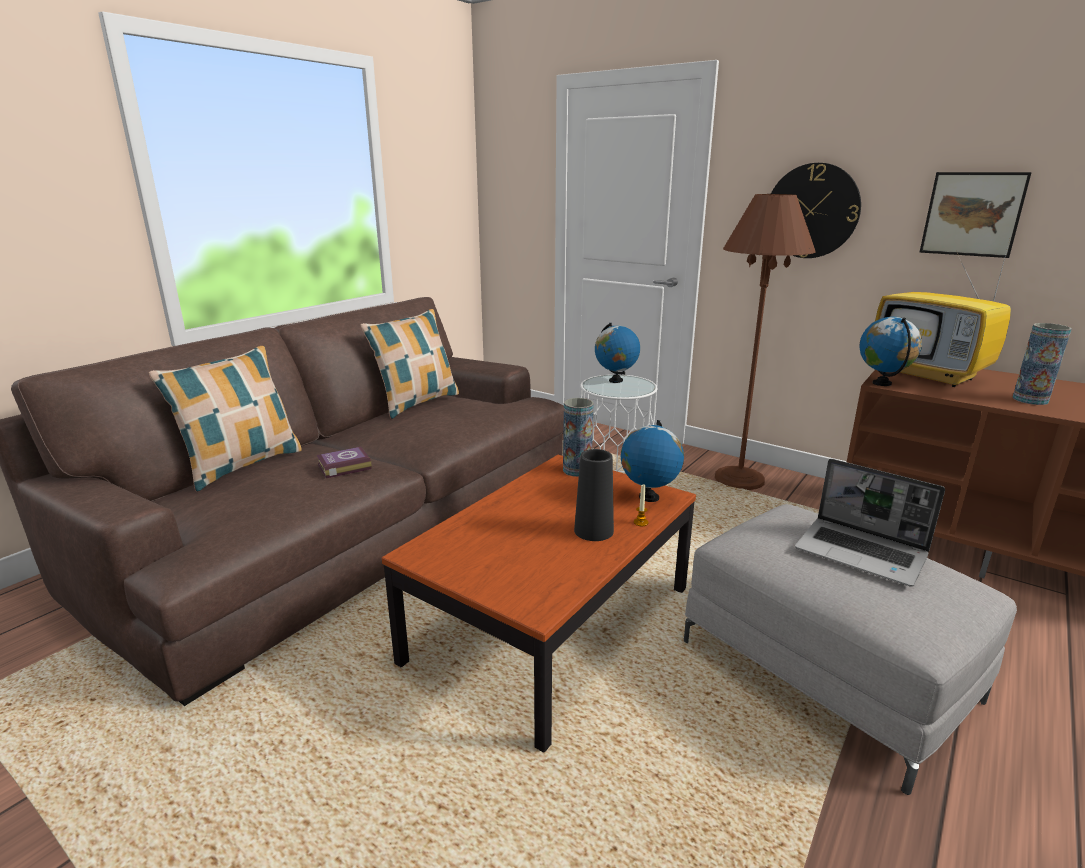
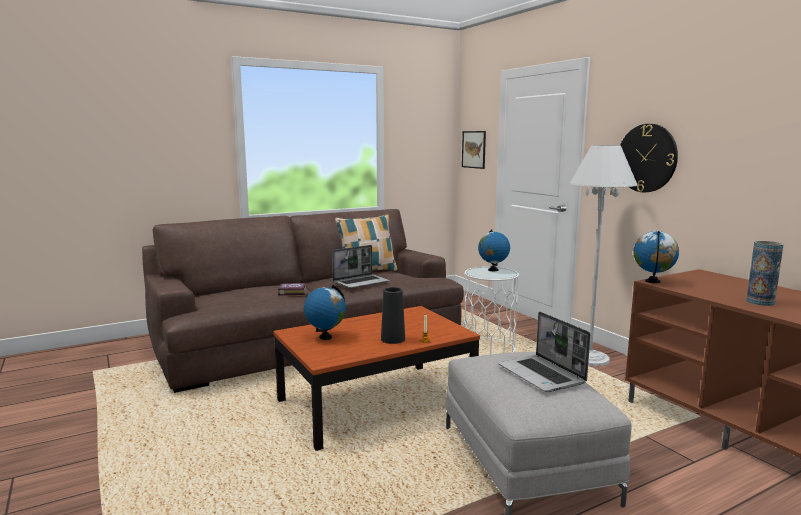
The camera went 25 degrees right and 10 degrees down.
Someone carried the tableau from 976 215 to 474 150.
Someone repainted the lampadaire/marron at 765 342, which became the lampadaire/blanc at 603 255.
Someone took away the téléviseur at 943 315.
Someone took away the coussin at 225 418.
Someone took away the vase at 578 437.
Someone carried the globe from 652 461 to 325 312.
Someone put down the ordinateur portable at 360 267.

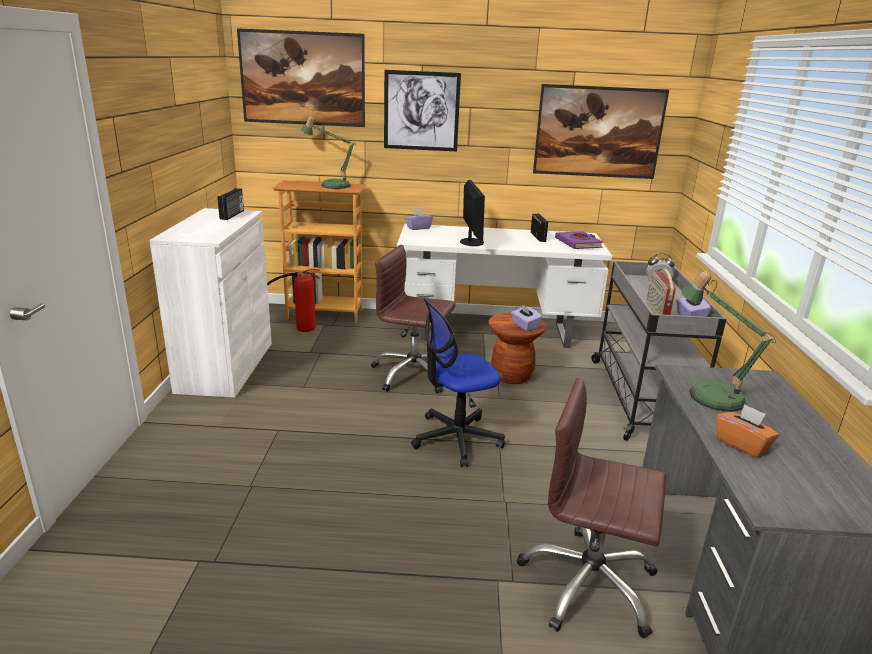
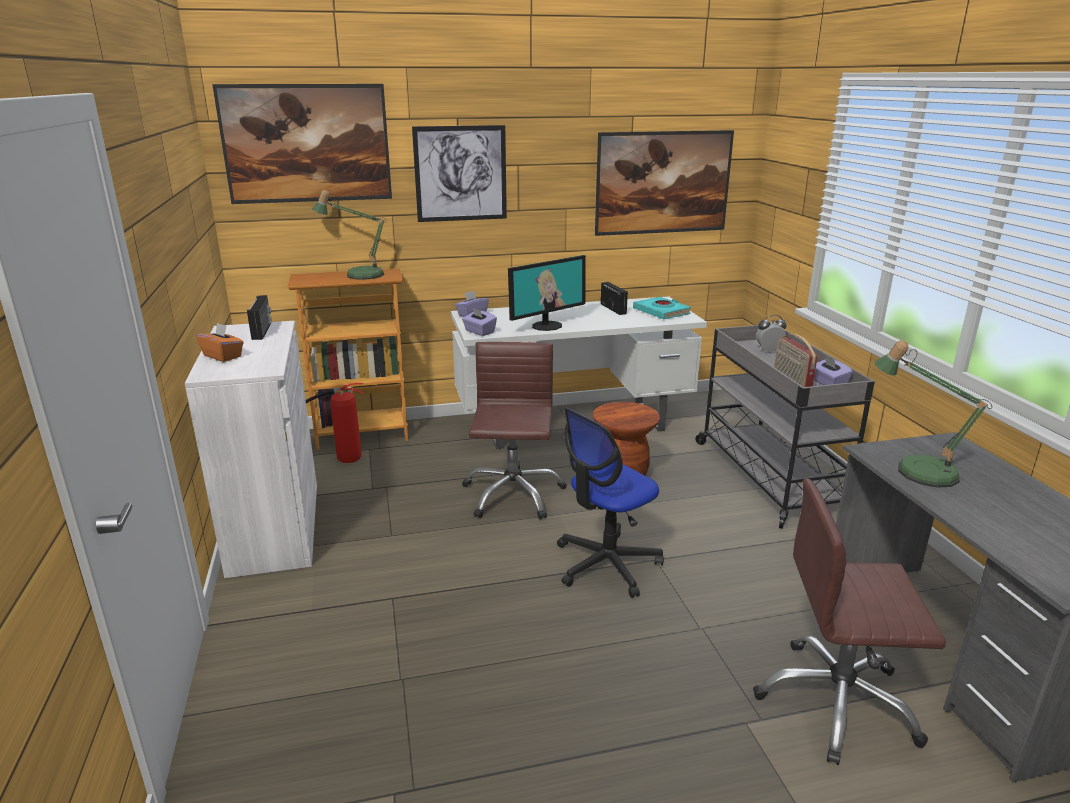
The camera went 15 degrees left and 0 degrees up.
Someone rotated the écran d'ordinateur at 472 213 by 75 degrees clockwise.
Someone repainted the livre/violet at 579 240, which became the livre/turquoise at 662 308.
Someone rotated the chaise de bureau/marron at 413 319 by 90 degrees clockwise.
Someone carried the boîte à mouchoirs/violet from 526 318 to 479 321.
Someone carried the boîte à mouchoirs/orange from 748 431 to 220 342.

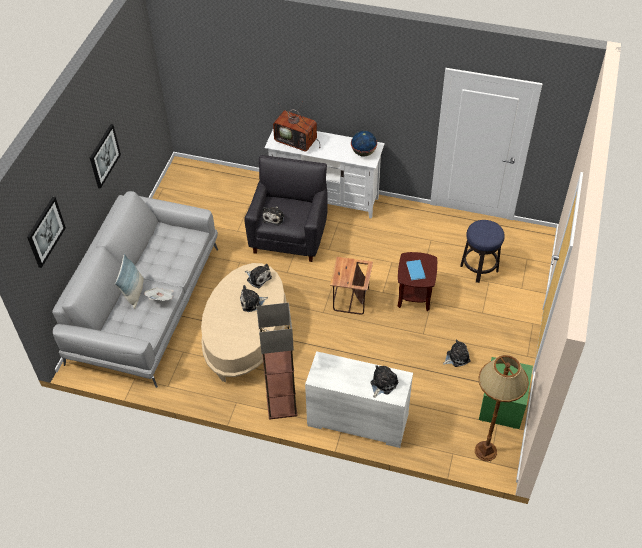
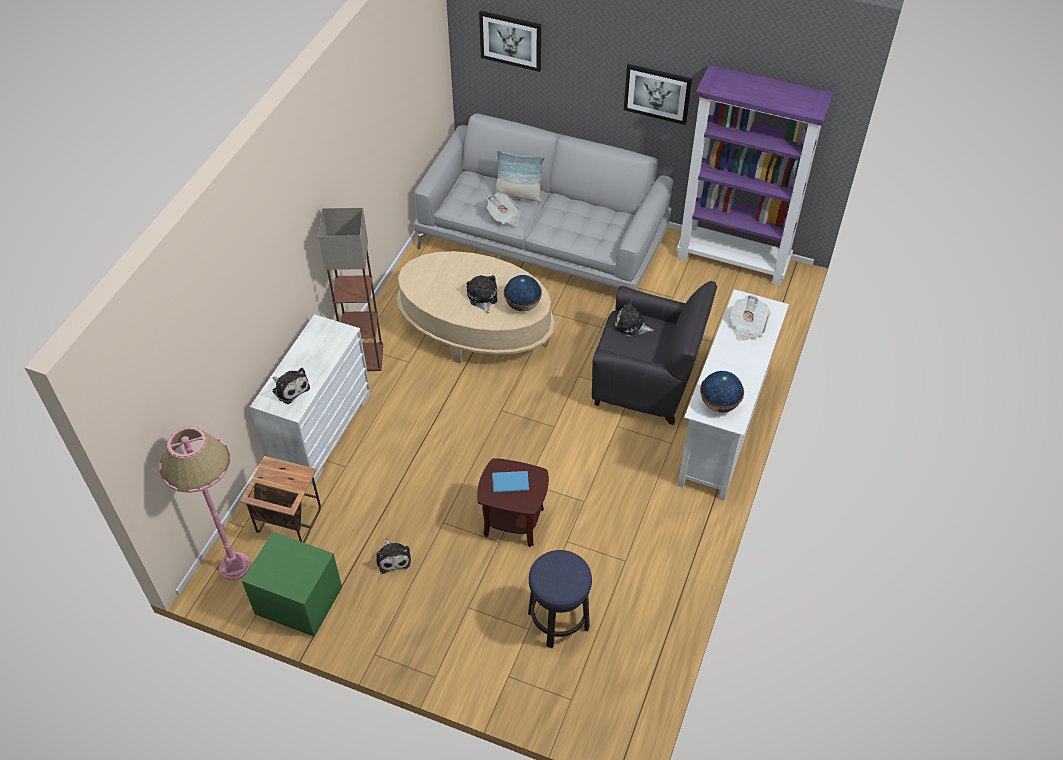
The camera went 95 degrees right and 0 degrees up.
Someone swapped the téléviseur at 297 126 for the journal at 750 318.
Someone carried the table d'appoint from 351 286 to 280 499.
Someone swapped the peluche at 258 276 for the globe at 523 293.
Someone repainted the lampadaire/marron at 502 408, which became the lampadaire/rose at 204 503.
Someone put down the bibliothèque/violet at 754 175.

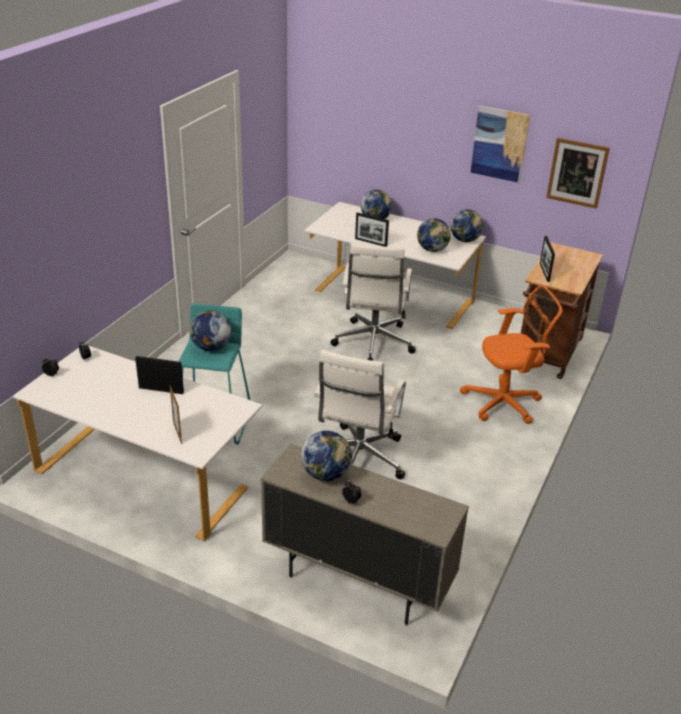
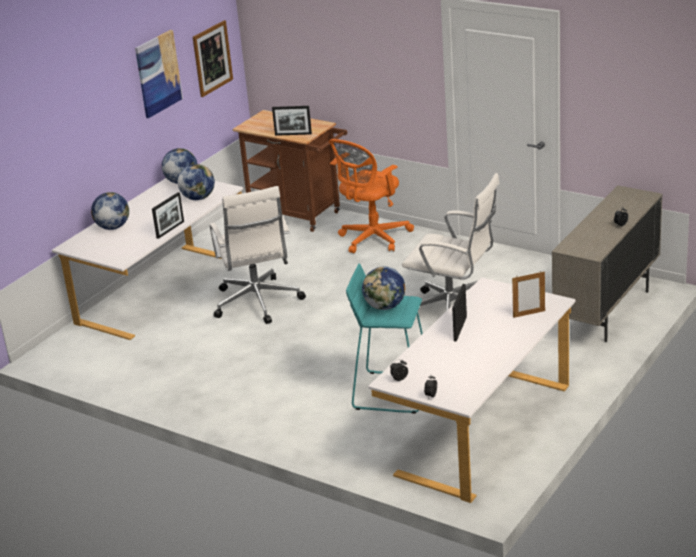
The camera went 80 degrees left and 5 degrees down.
Someone rotated the chaise de bureau/blanc at 372 302 by 60 degrees clockwise.
Someone rotated the chaise de bureau/orange at 511 354 by 135 degrees counterclockwise.
Someone took away the globe at 326 456.

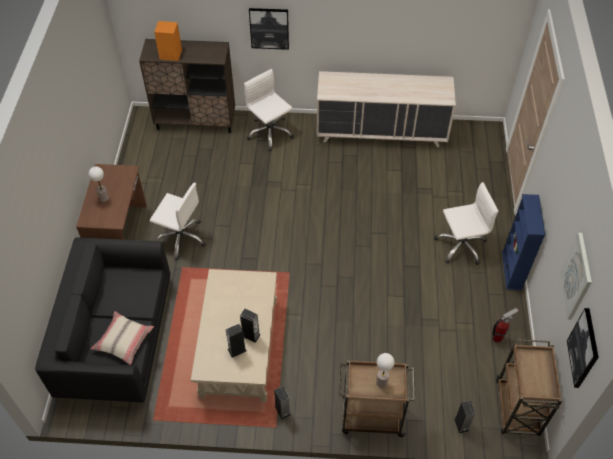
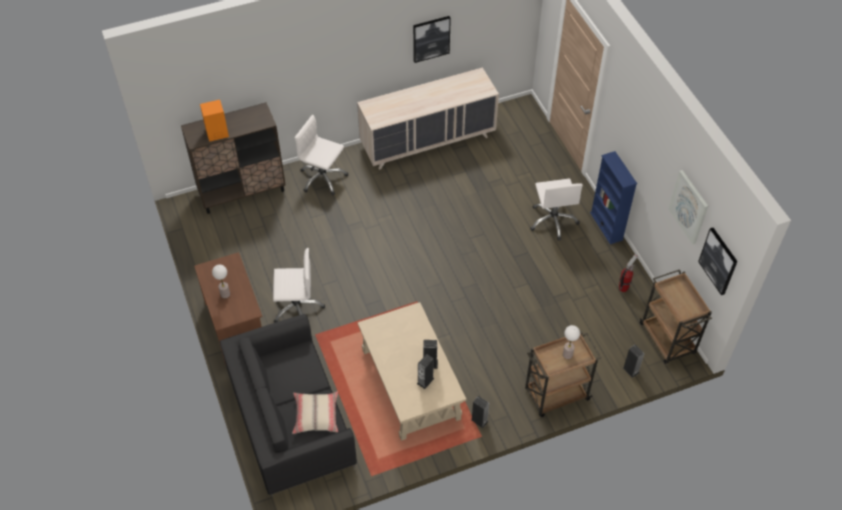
The camera went 25 degrees left and 0 degrees up.
Someone carried the tableau from 269 29 to 432 39.
Someone rotated the chaise de bureau/blanc at 466 223 by 120 degrees clockwise.

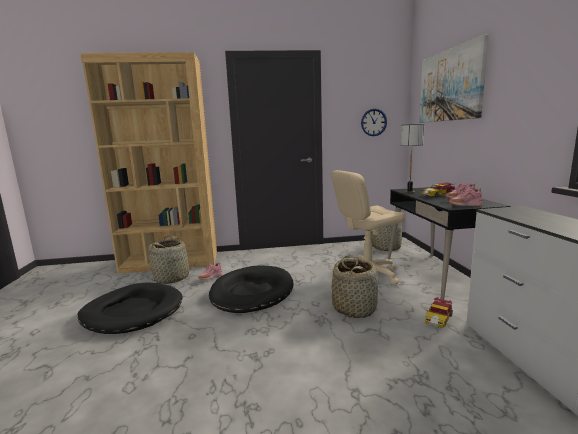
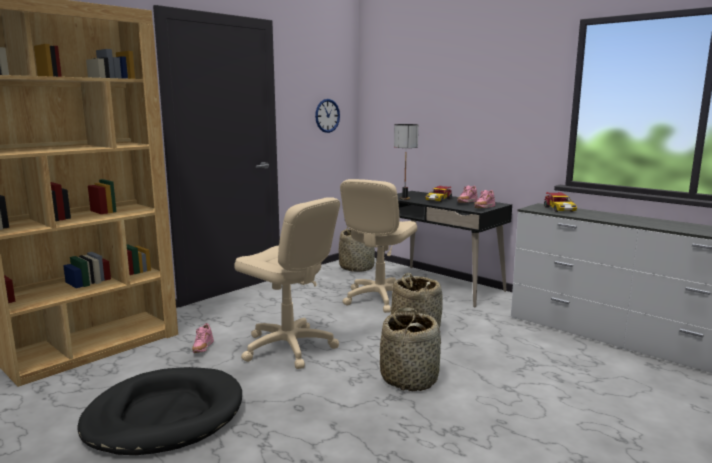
The camera went 40 degrees left and 0 degrees up.
Someone took away the tableau at 454 78.
Someone carried the panier from 170 259 to 410 349.
Someone swapped the panier pour chien/noir at 251 289 for the chaise de bureau/beige at 287 283.
Someone carried the petite voiture from 439 312 to 560 202.

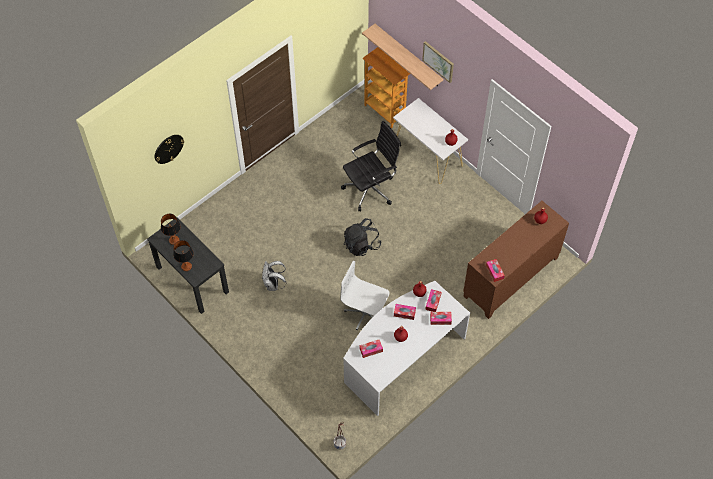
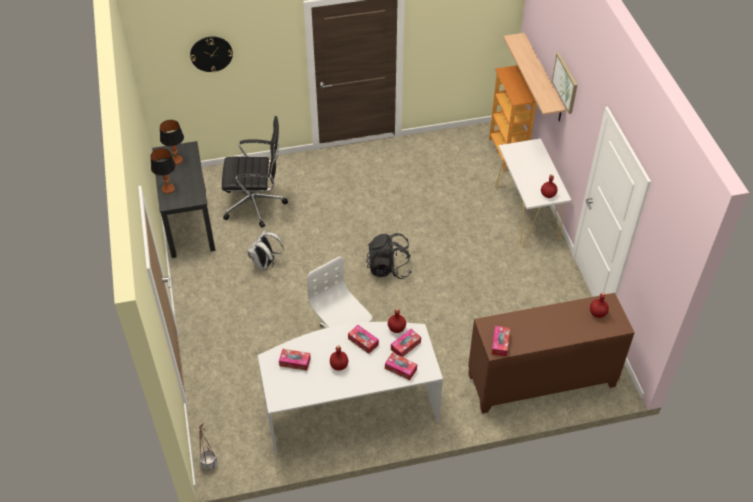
The camera went 30 degrees right and 10 degrees down.
Someone carried the chaise de bureau/noir from 371 166 to 255 172.

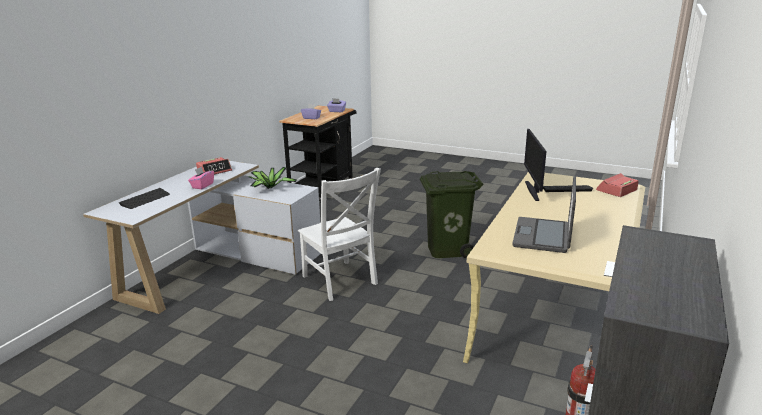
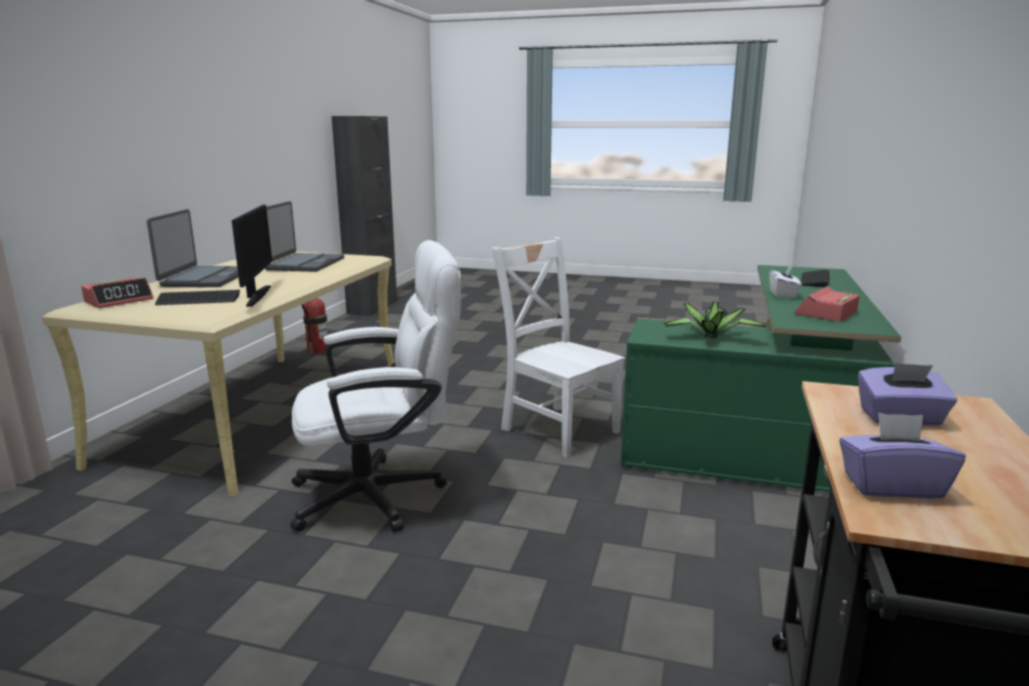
The camera went 170 degrees right and 5 degrees down.
Someone repainted the bureau/blanc at 202 237, which became the bureau/vert at 761 378.
Someone repainted the boîte à mouchoirs/rose at 201 177, which became the boîte à mouchoirs/blanc at 785 281.
Someone swapped the poubelle/vert at 451 214 for the chaise de bureau/blanc at 375 386.
Someone put down the ordinateur portable at 192 248.

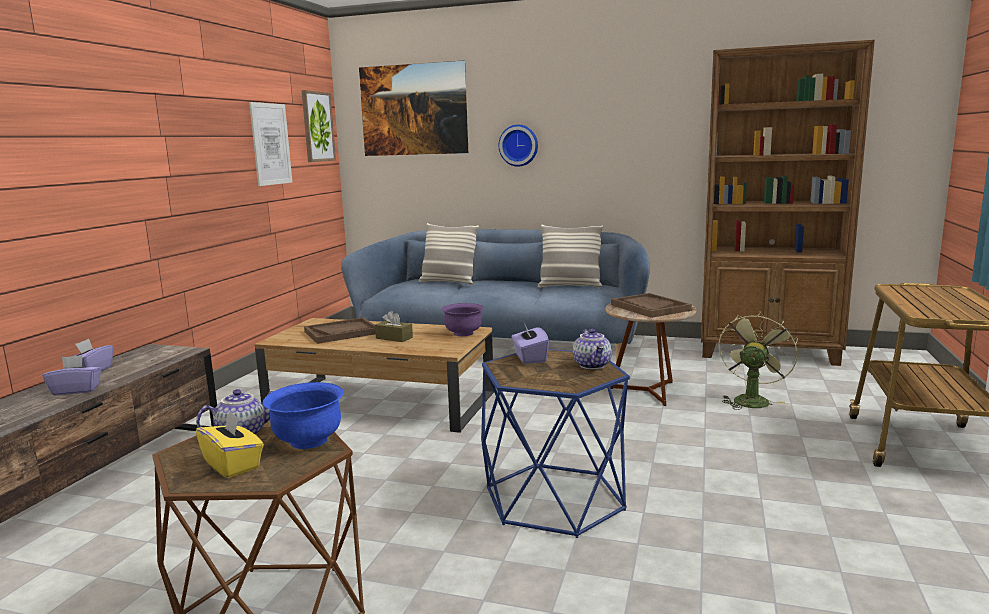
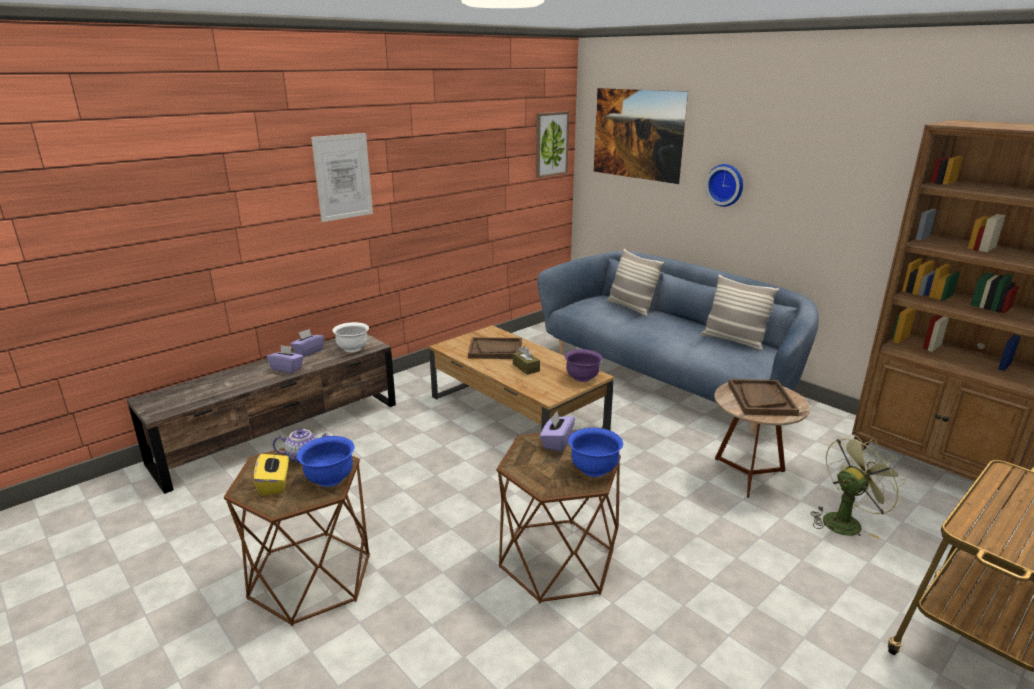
The camera went 30 degrees right and 10 degrees up.
Someone carried the tableau from 270 144 to 342 177.
Someone swapped the théière at 592 349 for the bol/bleu at 595 452.
Someone repainted the table d'appoint/bleu at 555 443, which became the table d'appoint/marron at 559 516.
Someone put down the bol/blanc at 350 337.

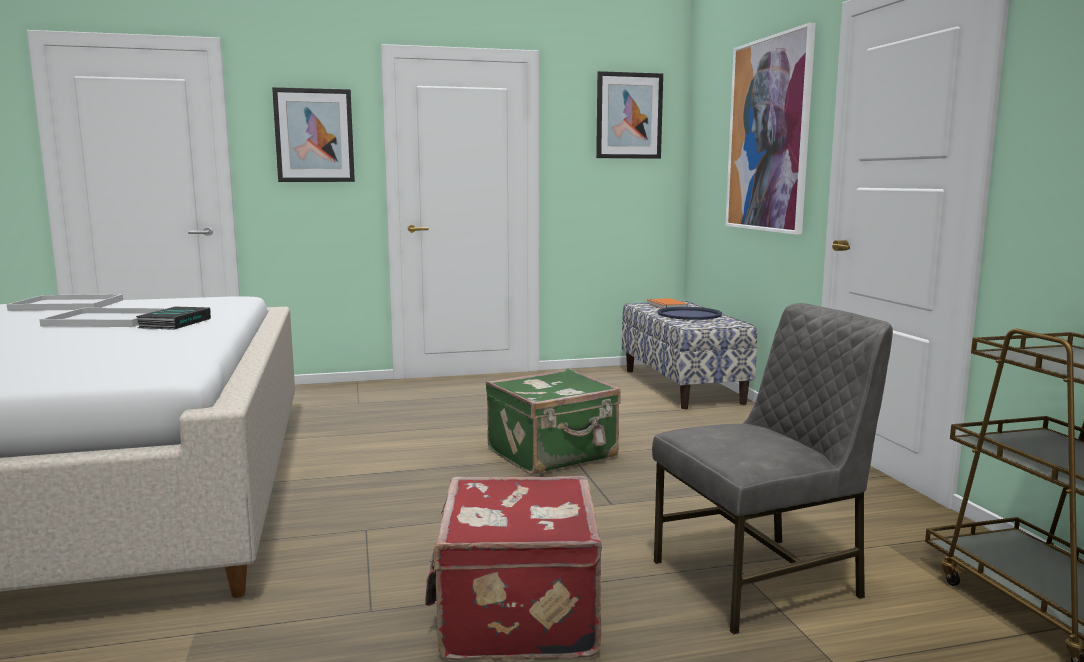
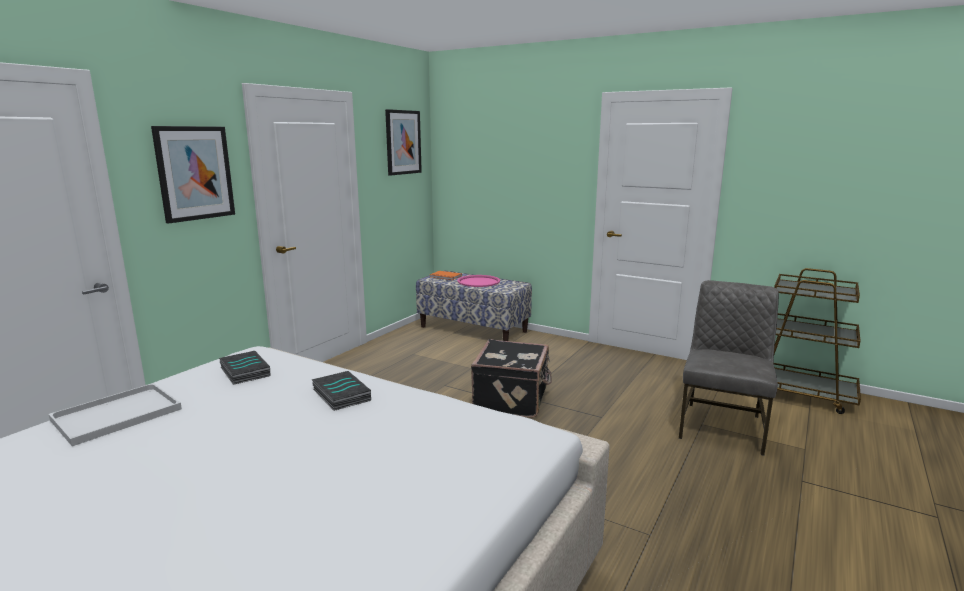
The camera went 45 degrees left and 5 degrees up.
Someone took away the tableau at 770 129.
Someone repainted the plateau/bleu at 689 313, which became the plateau/rose at 478 281.
Someone took away the plateau/blanc at 103 317.
Someone repainted the valise/vert at 553 421, which became the valise/noir at 511 378.
Someone took away the valise/rouge at 513 568.
Someone put down the livre at 245 368.

